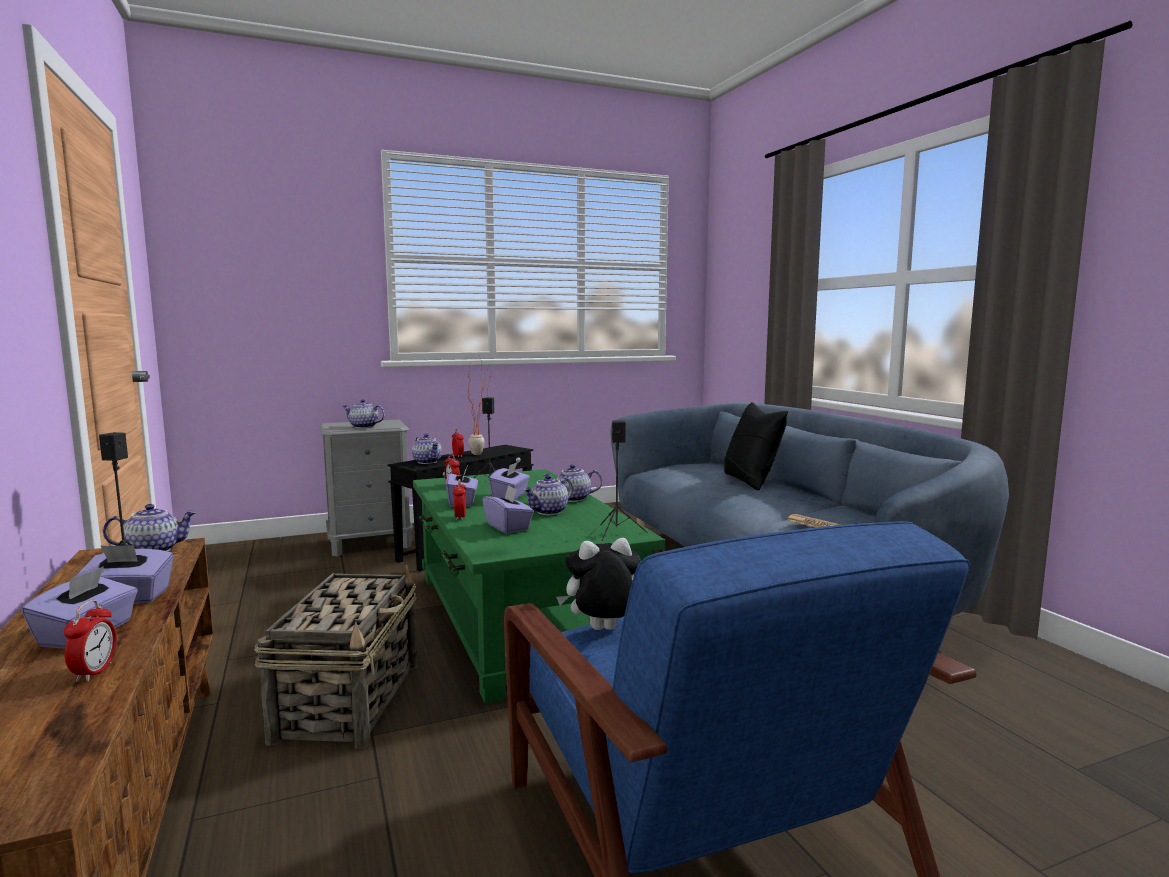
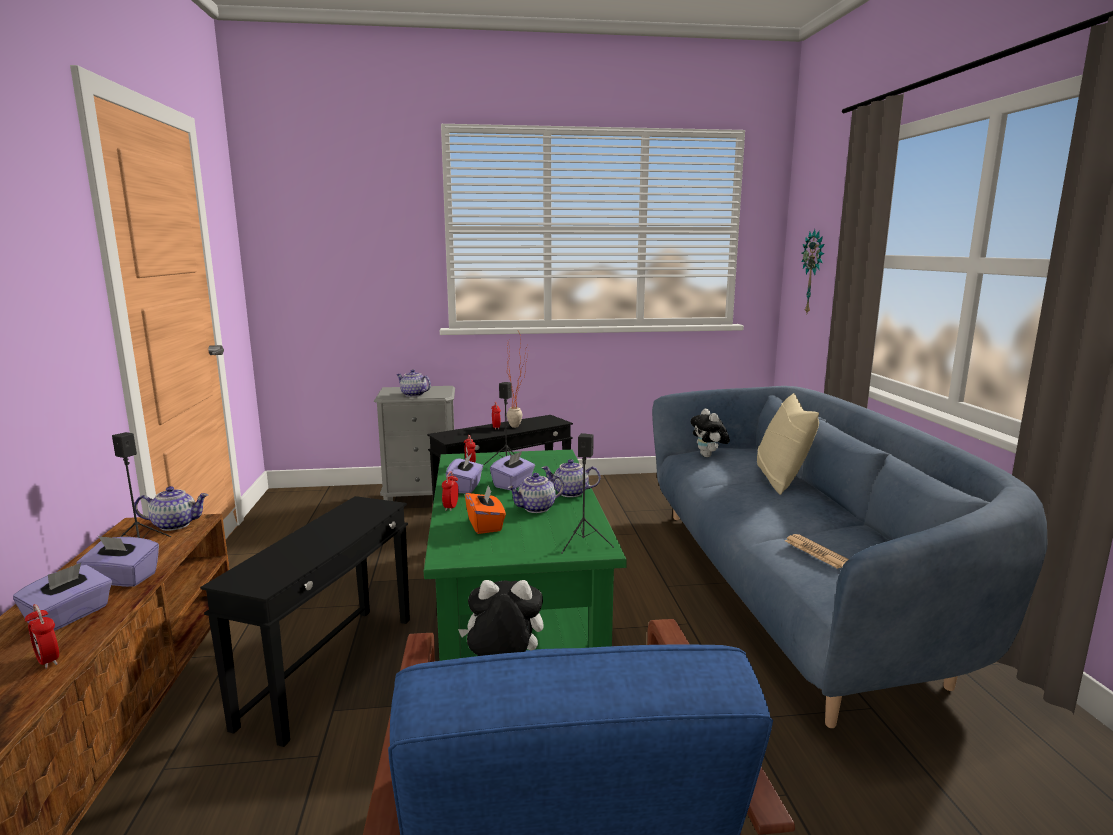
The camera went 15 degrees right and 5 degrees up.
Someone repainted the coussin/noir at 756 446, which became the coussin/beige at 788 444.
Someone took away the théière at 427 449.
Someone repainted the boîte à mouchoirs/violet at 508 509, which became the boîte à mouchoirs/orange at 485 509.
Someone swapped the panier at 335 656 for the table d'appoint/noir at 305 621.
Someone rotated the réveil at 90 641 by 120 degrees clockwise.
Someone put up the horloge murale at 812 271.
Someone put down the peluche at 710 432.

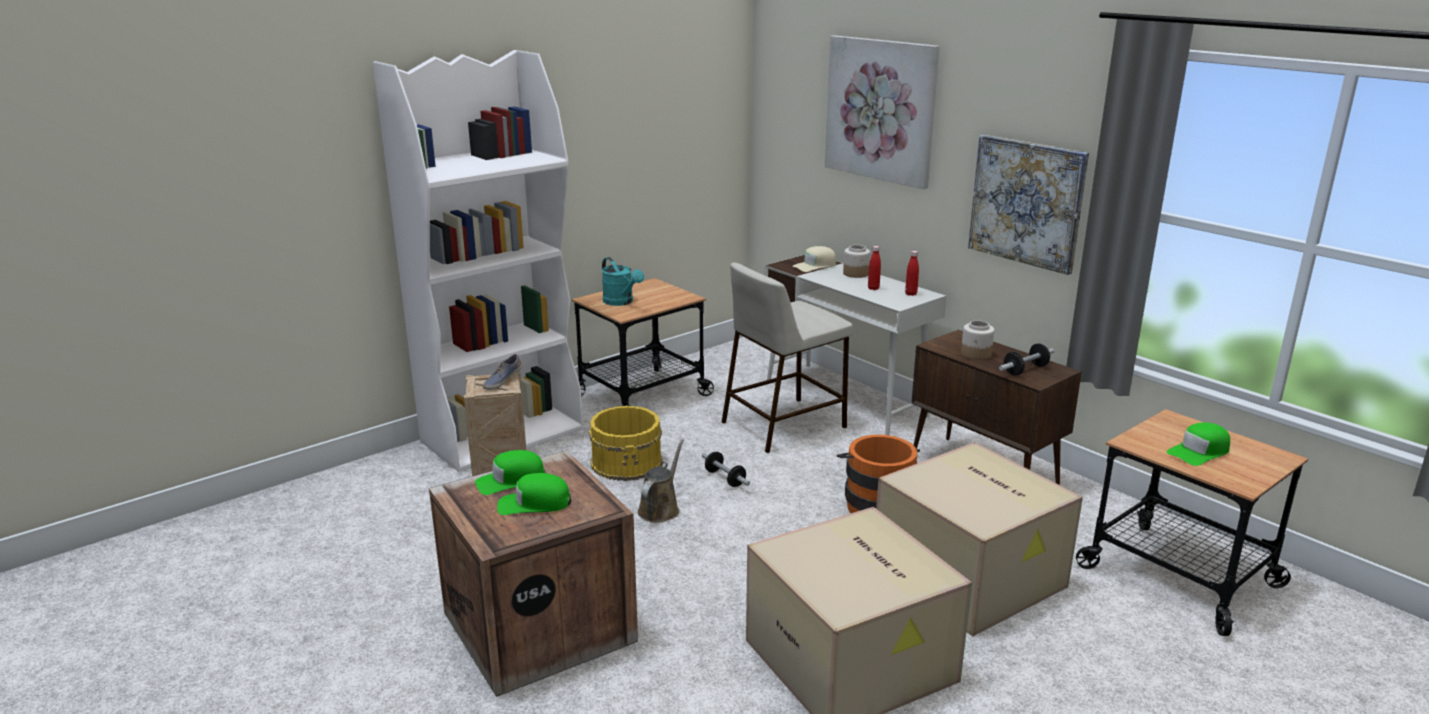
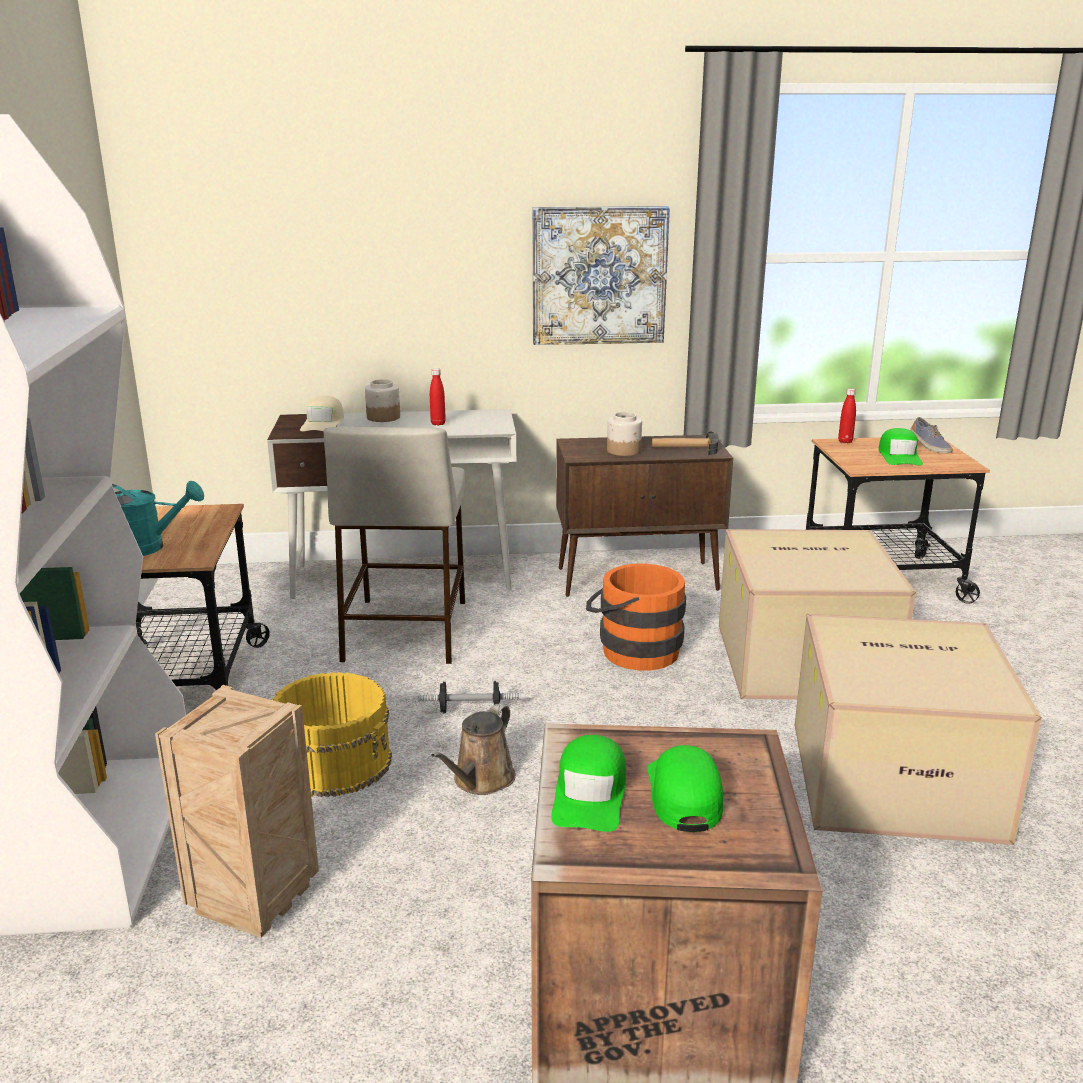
The camera went 55 degrees left and 0 degrees up.
Someone took away the tableau at 882 112.
Someone carried the bouteille/rouge from 912 273 to 847 416.
Someone swapped the haltère at 1026 359 for the marteau at 685 443.
Someone carried the chaussure from 502 372 to 931 435.
Someone rotated the arrosoir/marron at 660 481 by 120 degrees counterclockwise.
Someone rotated the casquette/vert at 534 494 by 150 degrees clockwise.

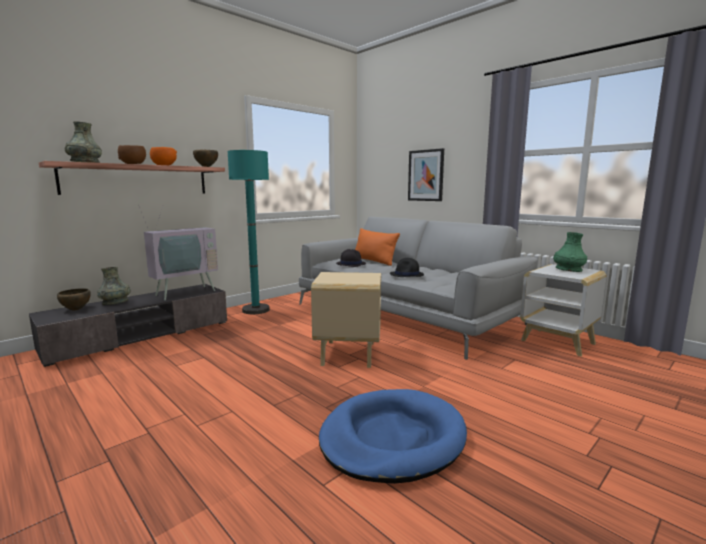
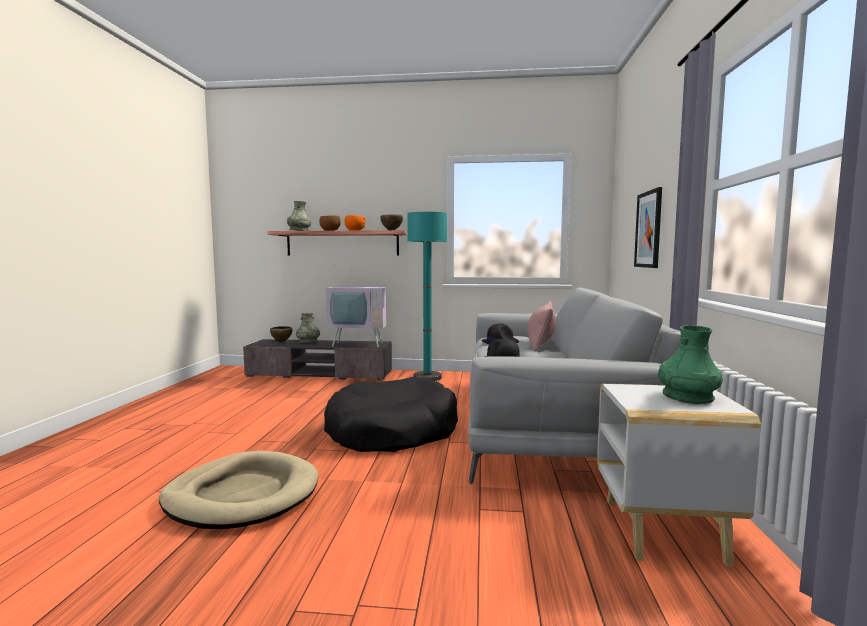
The camera went 50 degrees right and 5 degrees down.
Someone repainted the coussin/orange at 377 247, which became the coussin/rose at 541 326.
Someone swapped the table d'appoint/beige at 346 320 for the panier pour chien/noir at 391 414.
Someone repainted the panier pour chien/bleu at 393 436, which became the panier pour chien/beige at 238 490.

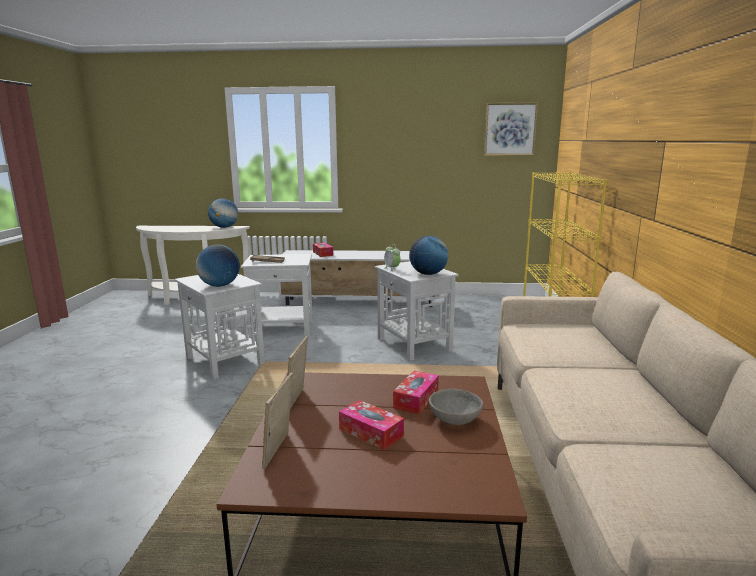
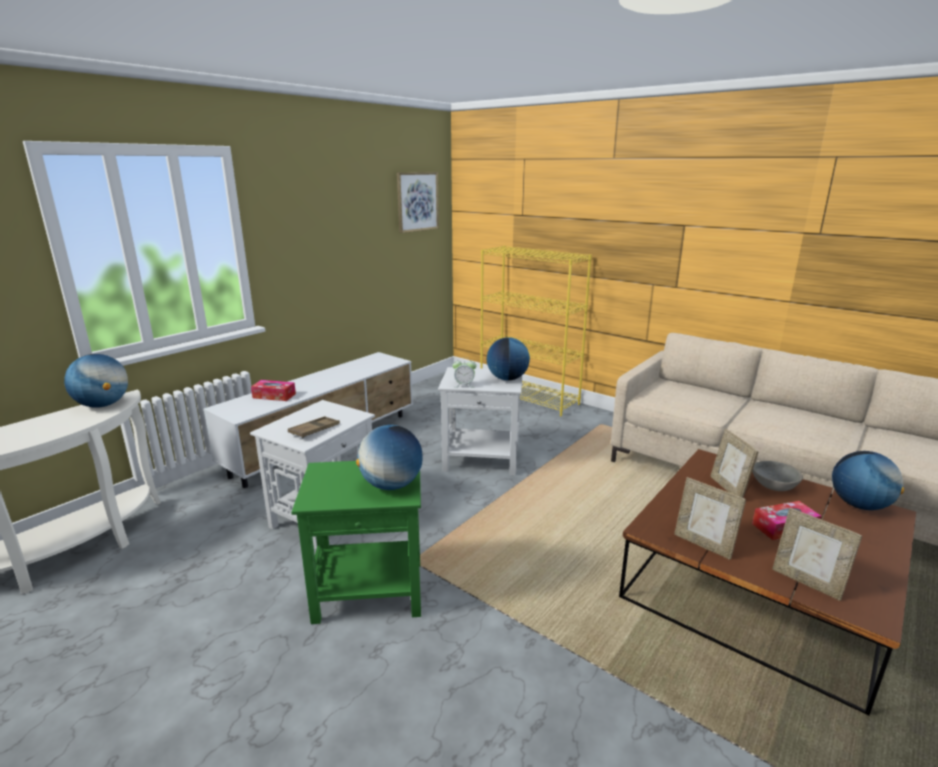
The camera went 55 degrees left and 5 degrees up.
Someone repainted the table d'appoint/blanc at 219 327, which became the table d'appoint/vert at 356 542.
Someone swapped the boîte à mouchoirs at 416 392 for the cadre photo at 734 463.
Someone put down the globe at 868 480.

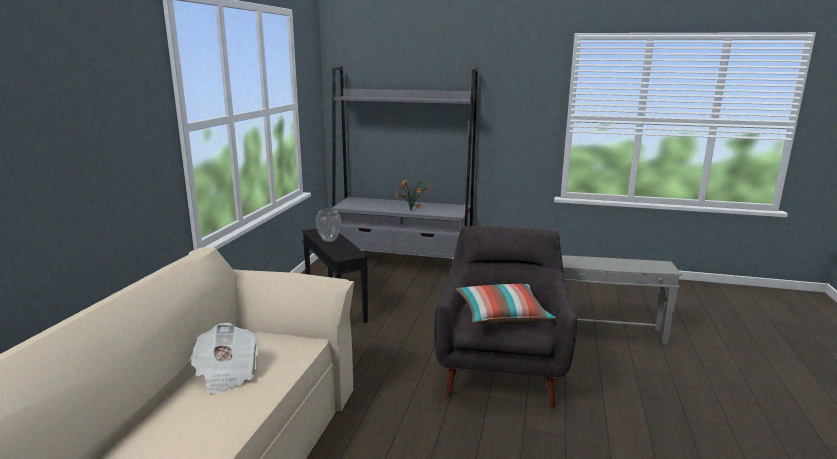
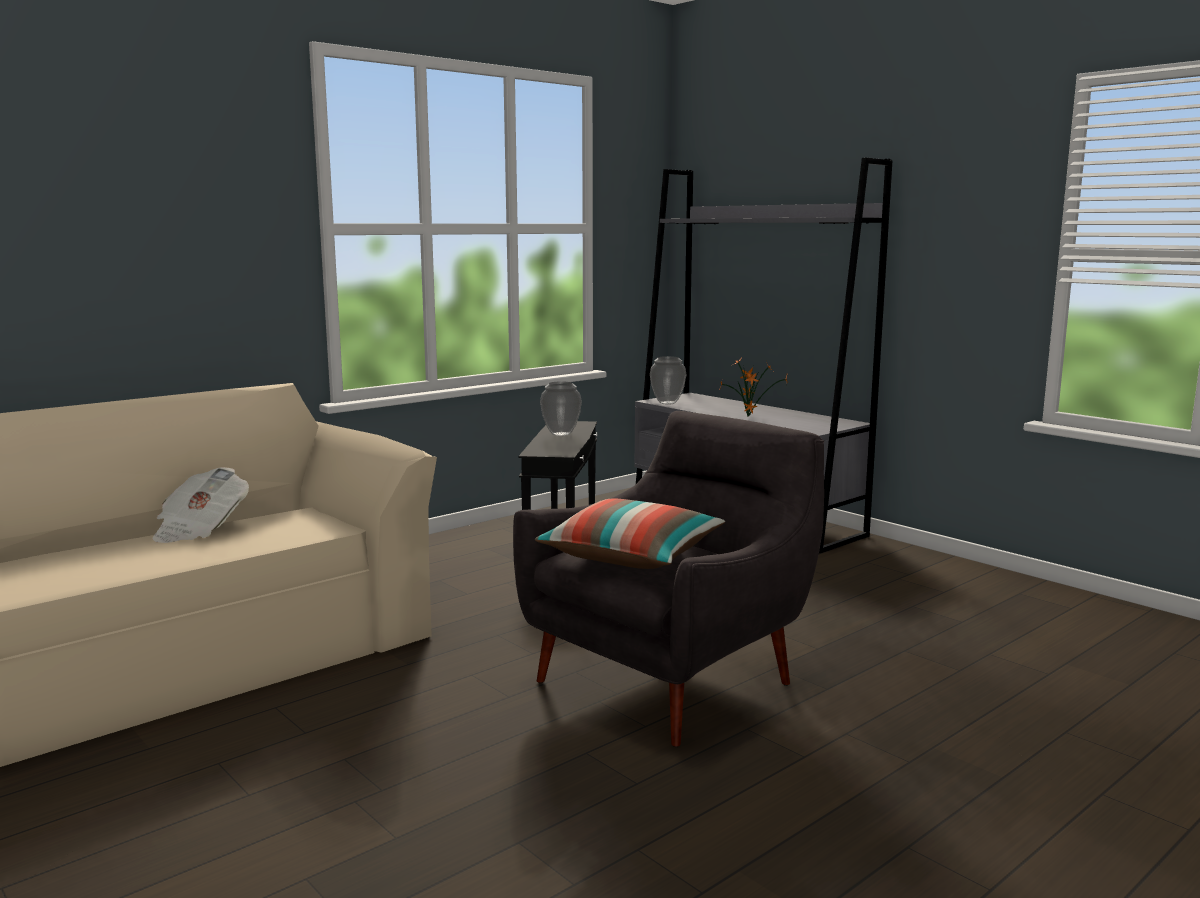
The camera went 35 degrees right and 5 degrees down.
Someone took away the table d'appoint/gris at 622 299.
Someone put down the vase at 668 380.

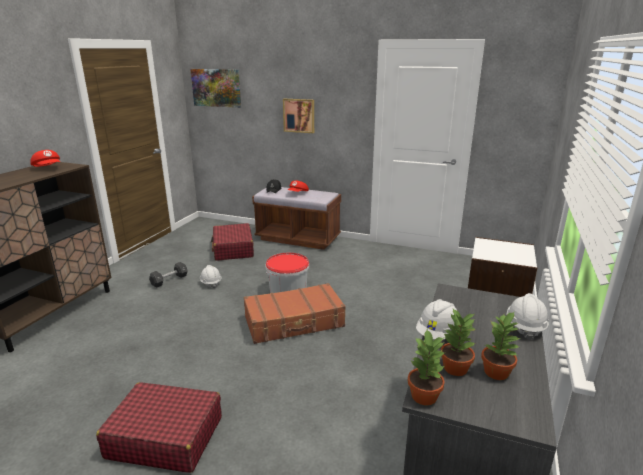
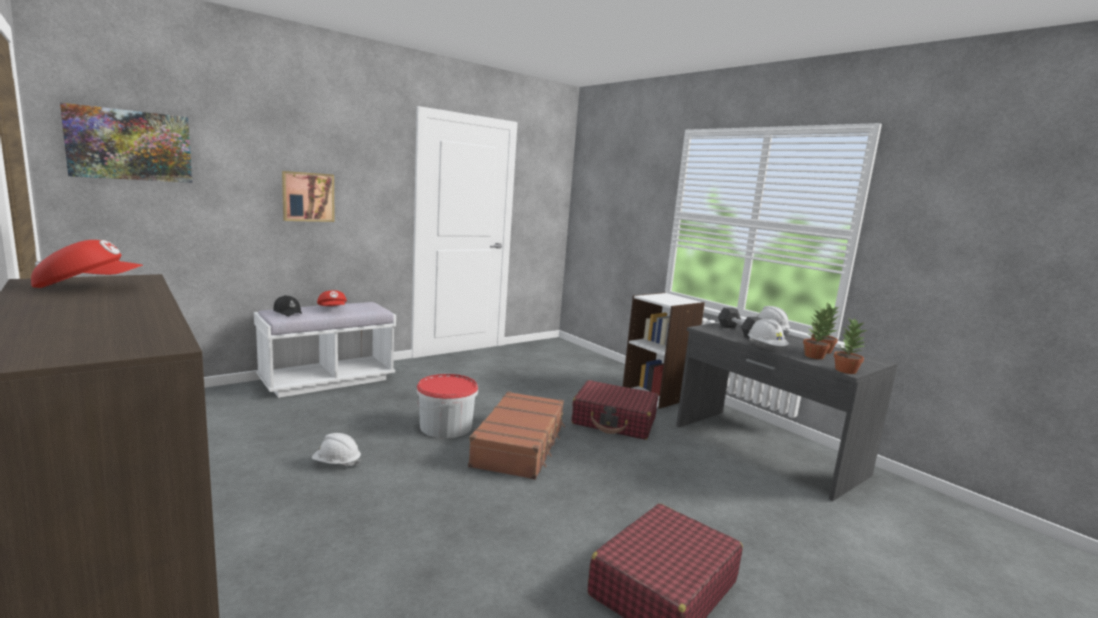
The camera went 60 degrees left and 10 degrees down.
Someone repainted the banc/marron at 296 218, which became the banc/blanc at 325 350.
Someone carried the valise/rouge from 232 242 to 614 410.
Someone carried the haltère/noir from 168 275 to 739 323.

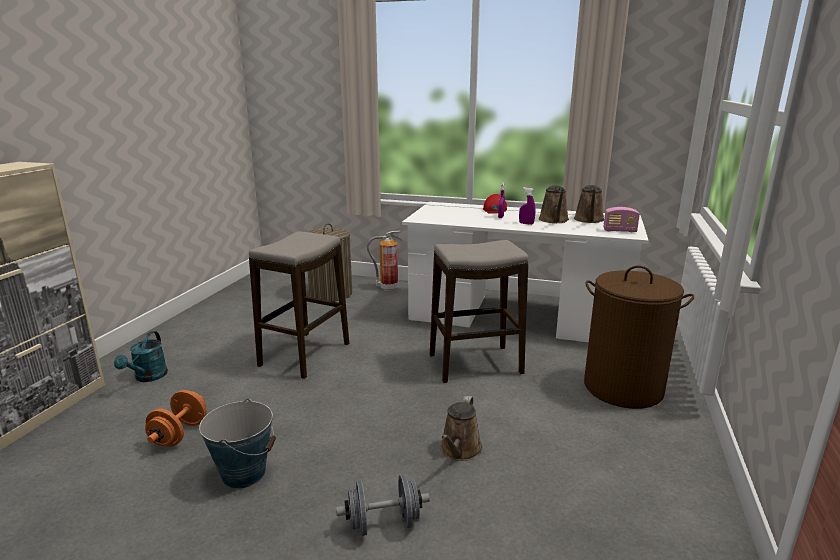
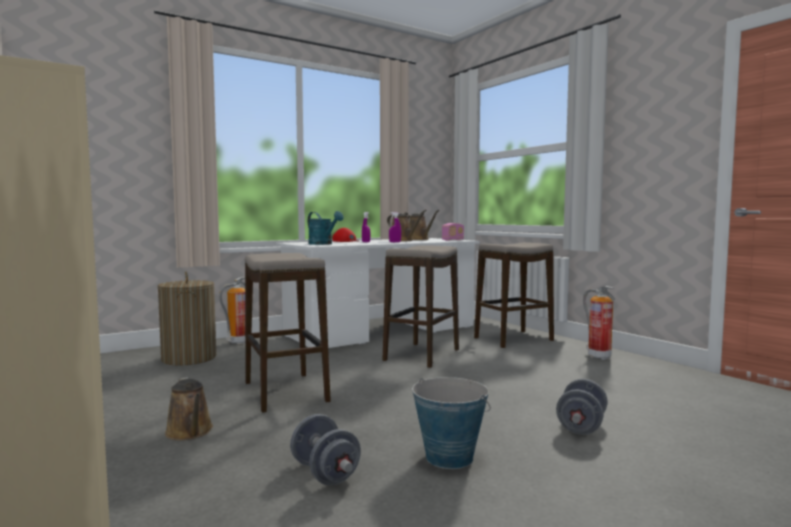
The camera went 50 degrees left and 15 degrees down.
Someone swapped the panier à linge/marron at 639 337 for the tabouret at 514 295.
Someone carried the arrosoir/turquoise from 141 356 to 326 228.
Someone repainted the haltère/orange at 176 418, which became the haltère/gris at 325 450.
Someone carried the arrosoir/marron from 461 428 to 189 408.
Someone put down the extincteur at 599 323.

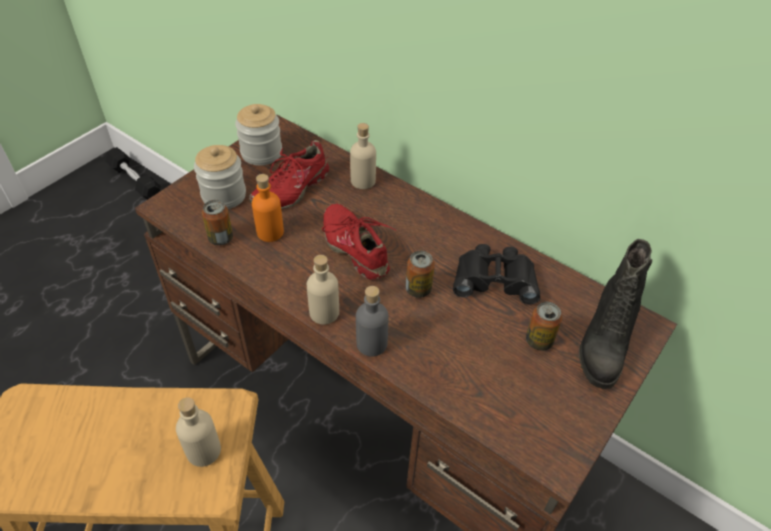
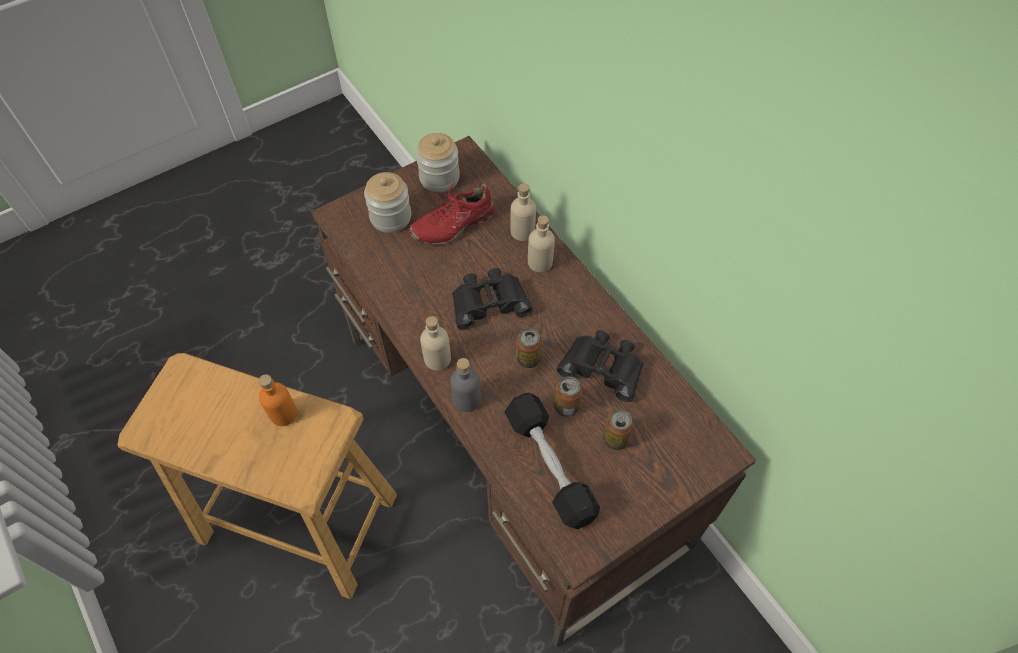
The camera went 20 degrees right and 10 degrees up.
Someone carried the haltère/noir from 133 173 to 552 461.
Someone carried the bouteille/orange from 268 208 to 278 400.
Someone carried the boîte métallique from 217 222 to 568 396.
Someone swapped the chaussure/rouge at 359 241 for the jumelles/noir at 492 299.
Someone took away the botte/noir at 615 314.
Someone carried the bouteille/beige from 198 432 to 541 243.

